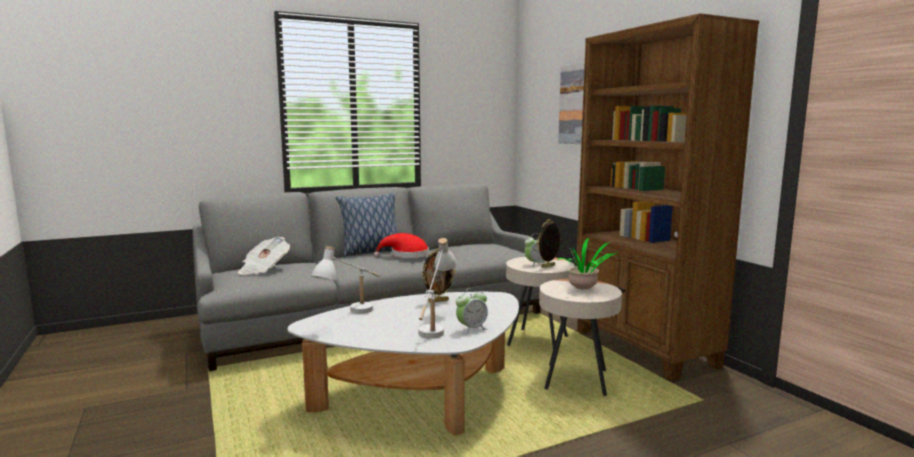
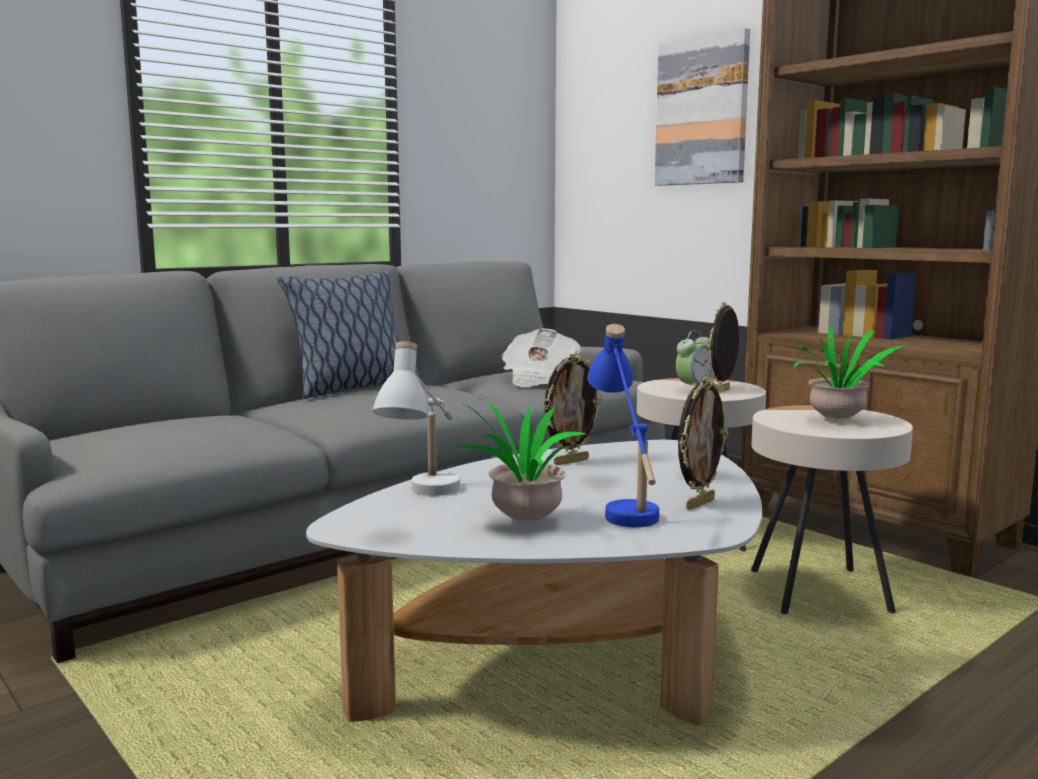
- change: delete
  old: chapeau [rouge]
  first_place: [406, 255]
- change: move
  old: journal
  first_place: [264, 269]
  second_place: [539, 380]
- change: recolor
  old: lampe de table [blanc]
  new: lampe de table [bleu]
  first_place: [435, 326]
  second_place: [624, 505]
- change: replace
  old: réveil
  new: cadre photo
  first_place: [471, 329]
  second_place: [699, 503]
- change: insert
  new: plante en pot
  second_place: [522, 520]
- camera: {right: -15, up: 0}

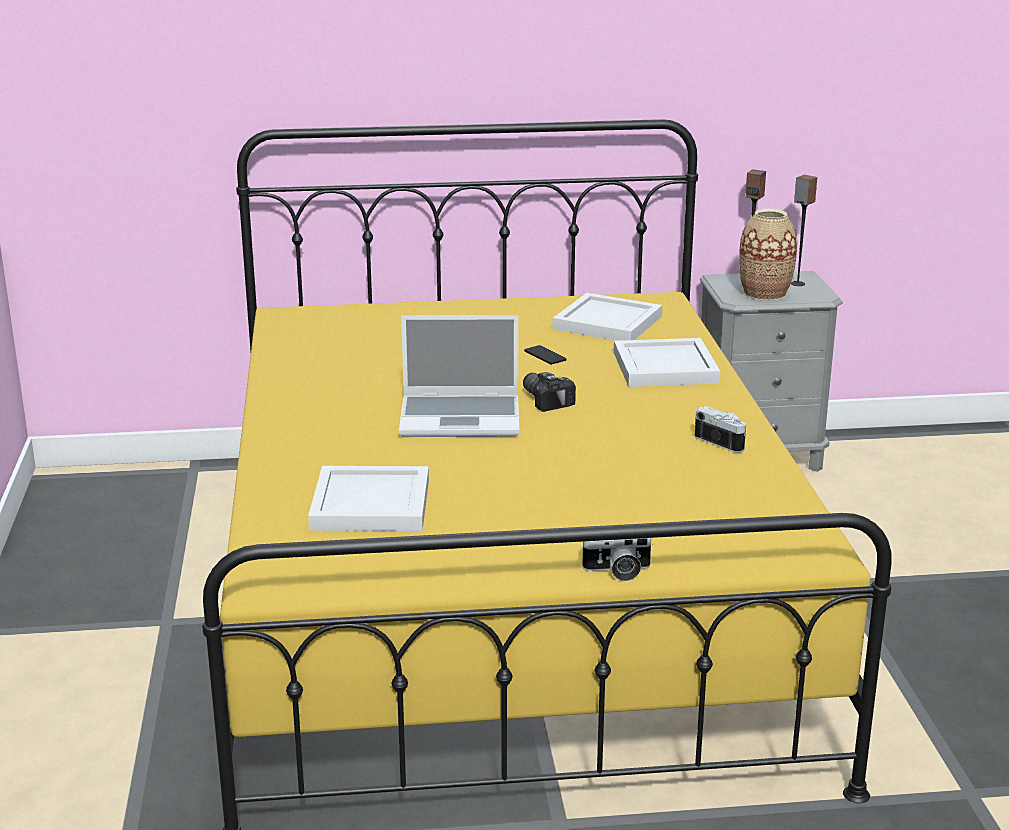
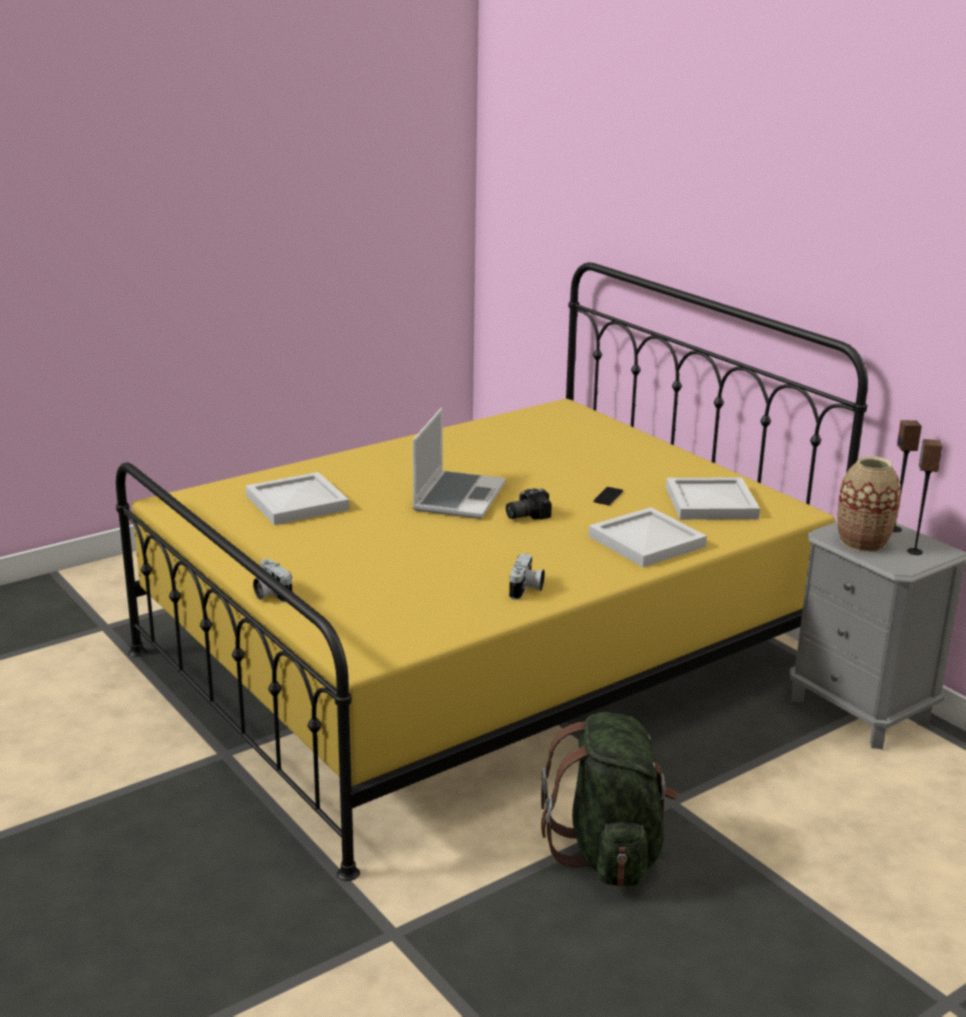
- change: rotate
  old: ordinateur portable
  first_place: [462, 418]
  second_place: [458, 496]
  degrees: -135
- change: rotate
  old: appareil photo
  first_place: [547, 400]
  second_place: [525, 515]
  degrees: -150
- change: insert
  new: sac à dos [vert]
  second_place: [609, 852]
- camera: {right: 60, up: 0}

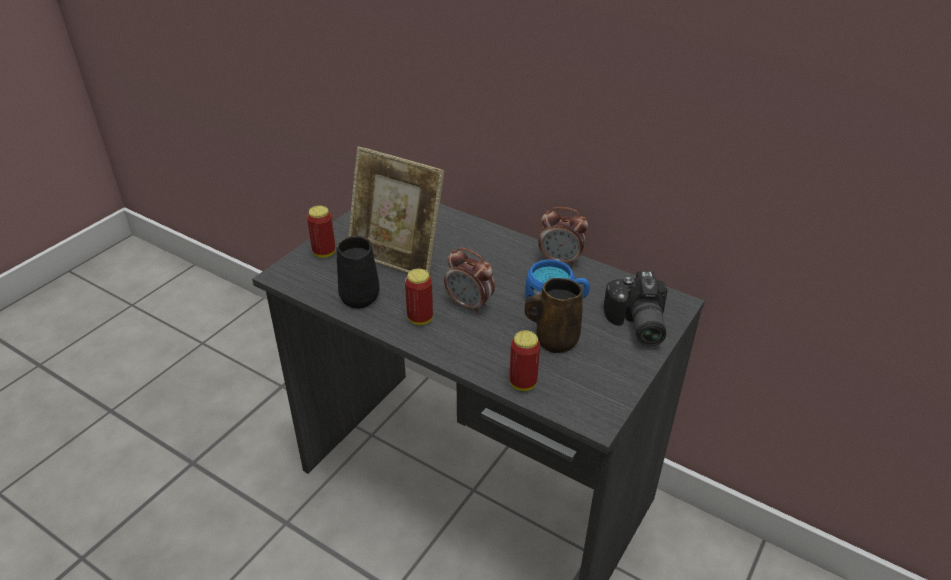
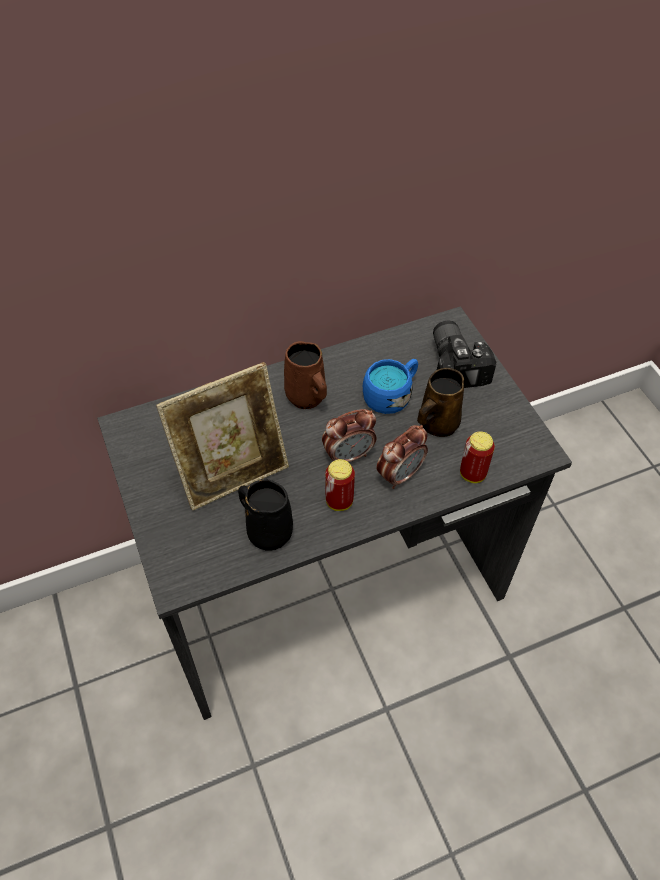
- change: delete
  old: boîte métallique
  first_place: [324, 253]
- change: move
  old: réveil
  first_place: [560, 260]
  second_place: [400, 475]
- change: rotate
  old: appareil photo
  first_place: [635, 325]
  second_place: [458, 364]
  degrees: -135
- change: insert
  new: mug [marron]
  second_place: [307, 397]
- camera: {right: -55, up: 15}

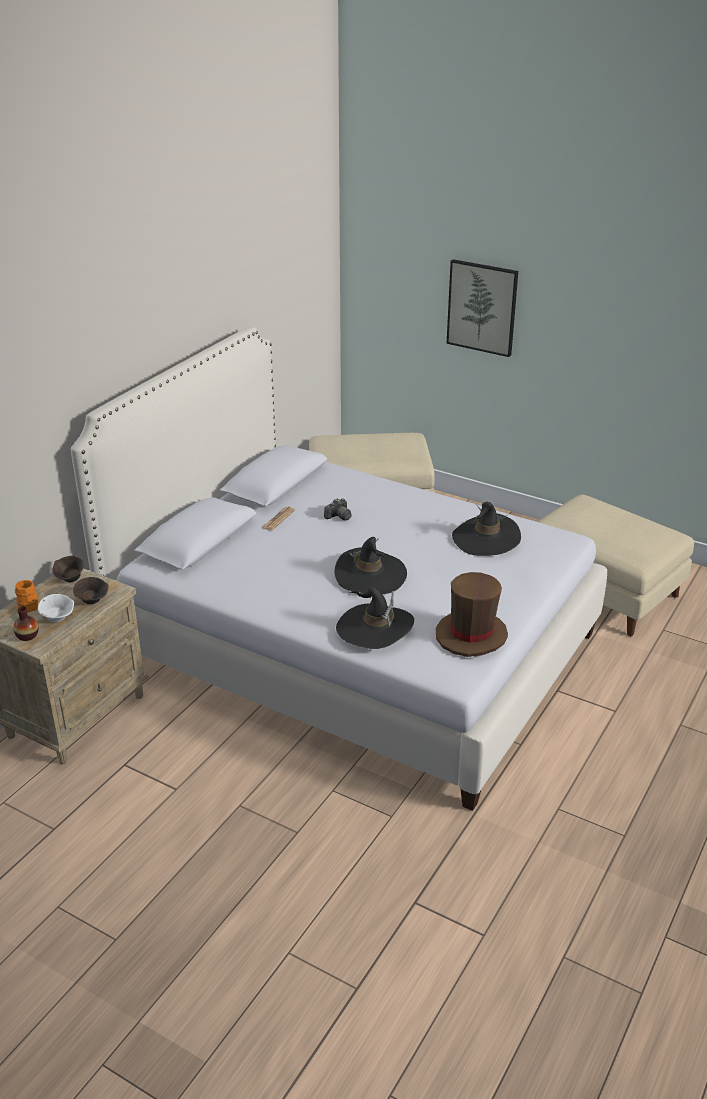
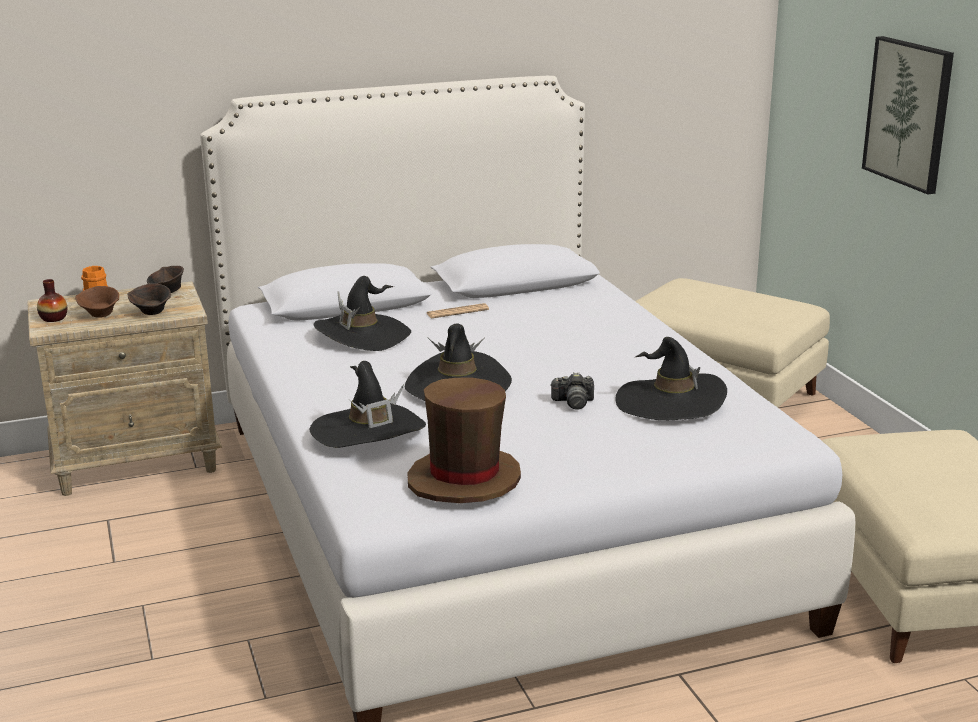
- change: move
  old: appareil photo
  first_place: [338, 516]
  second_place: [573, 402]
- change: recolor
  old: bol [blanc]
  new: bol [marron]
  first_place: [58, 618]
  second_place: [101, 315]
- change: insert
  new: chapeau [noir]
  second_place: [363, 335]
- camera: {right: 40, up: -10}

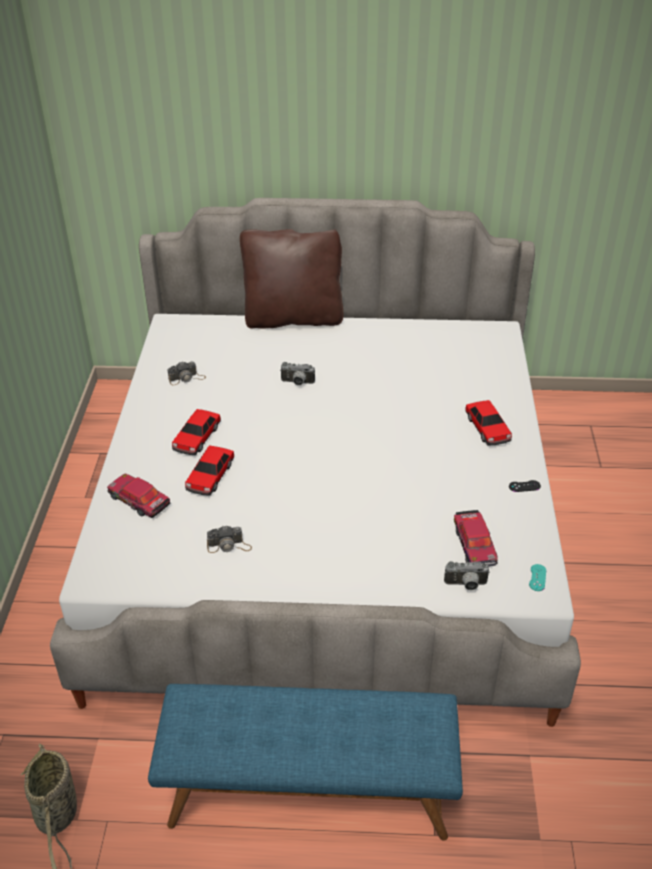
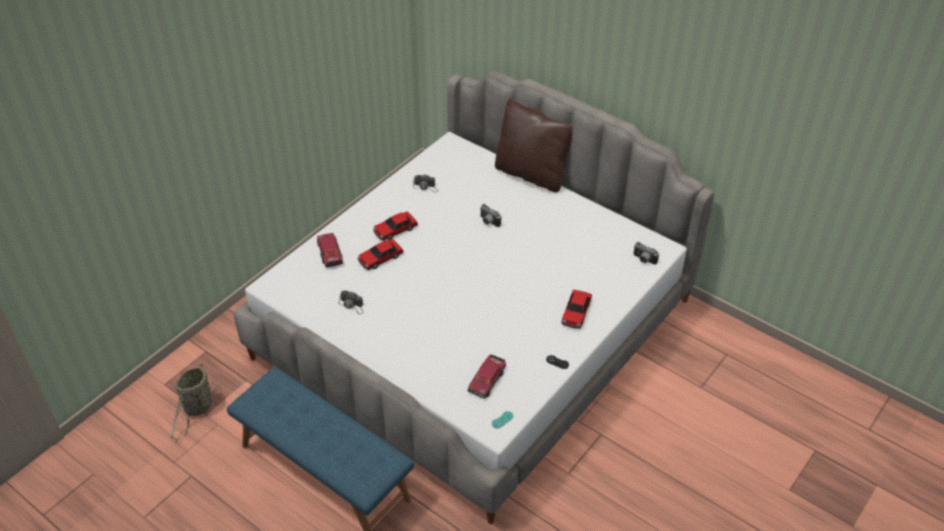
- change: move
  old: appareil photo
  first_place: [466, 585]
  second_place: [643, 260]
- camera: {right: 35, up: 5}

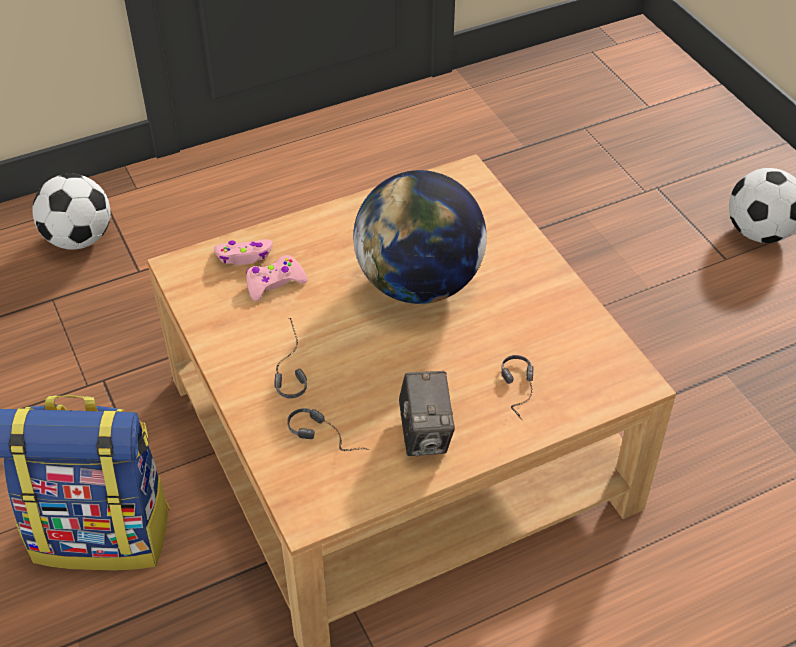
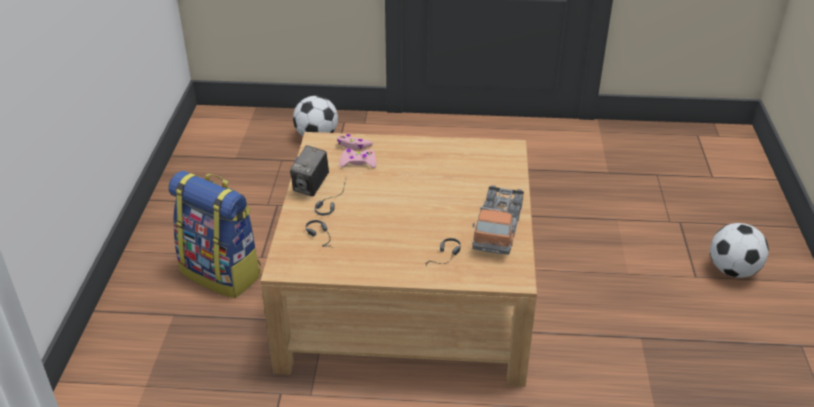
- change: delete
  old: globe
  first_place: [419, 283]
- change: move
  old: appareil photo
  first_place: [425, 435]
  second_place: [311, 187]
- change: insert
  new: camion jouet
  second_place: [498, 227]
- camera: {right: 30, up: -10}

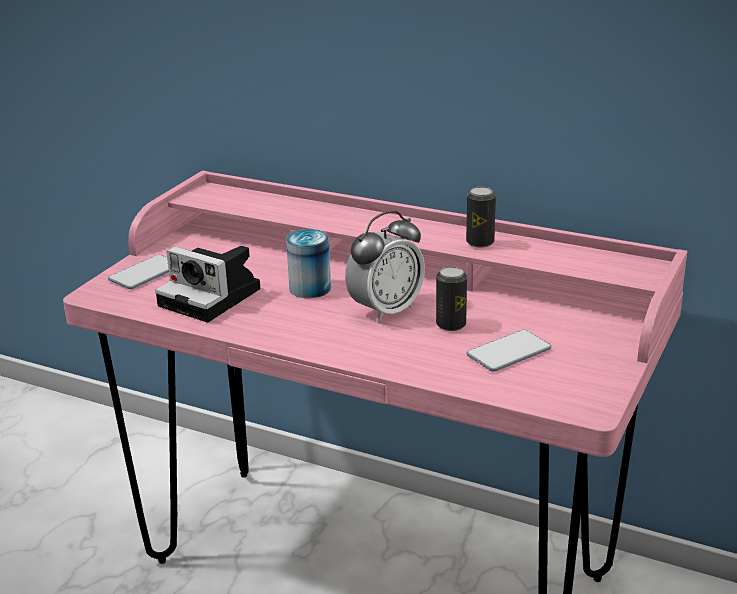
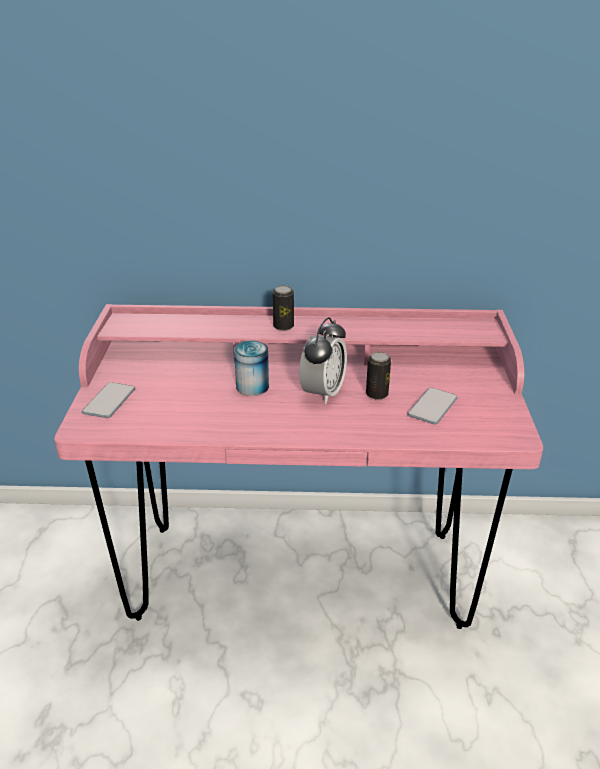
- change: move
  old: boîte métallique
  first_place: [480, 242]
  second_place: [283, 326]
- change: delete
  old: appareil photo
  first_place: [213, 298]
- camera: {right: -25, up: 5}

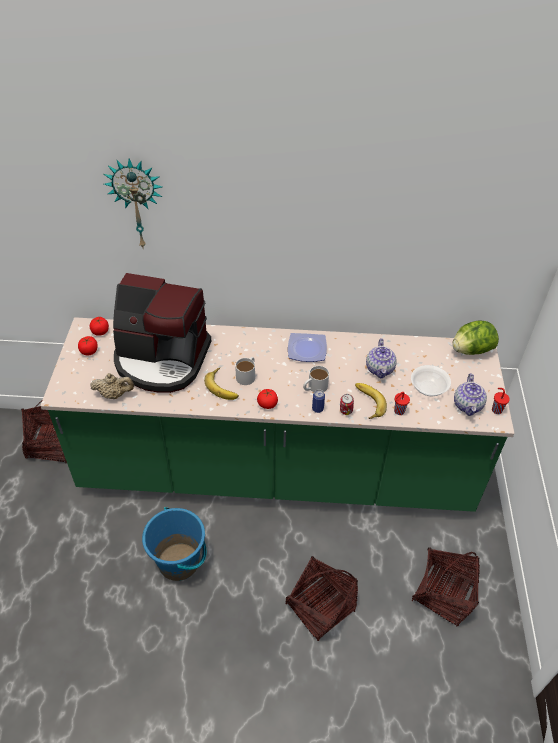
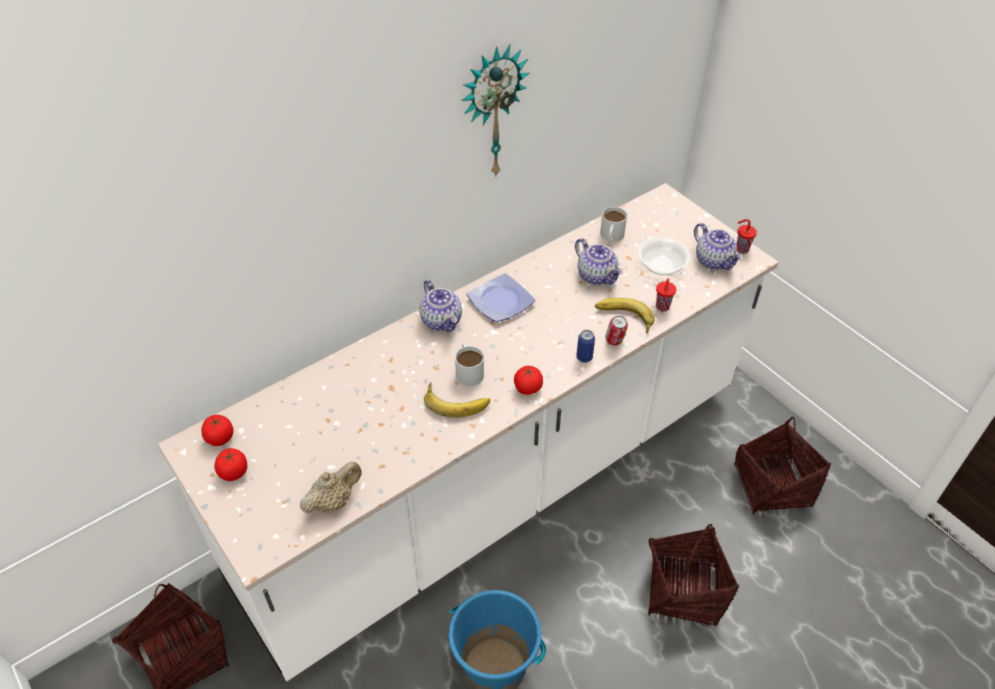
- change: move
  old: horloge murale
  first_place: [137, 203]
  second_place: [492, 113]
- change: delete
  old: machine à café
  first_place: [162, 360]
- change: recolor
  old: comptoir de cuisine [vert]
  new: comptoir de cuisine [blanc]
  first_place: [276, 470]
  second_place: [496, 483]
- change: delete
  old: laitue
  first_place: [471, 350]
- change: move
  old: mug [blanc]
  first_place: [314, 387]
  second_place: [611, 236]
- change: insert
  new: théière
  second_place: [442, 321]
- camera: {right: -40, up: 0}

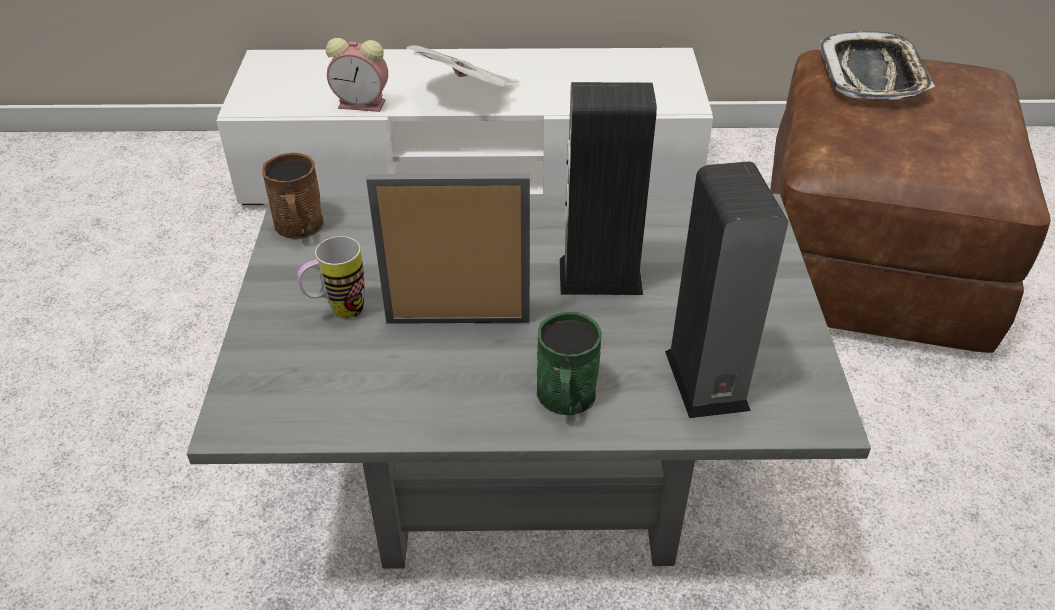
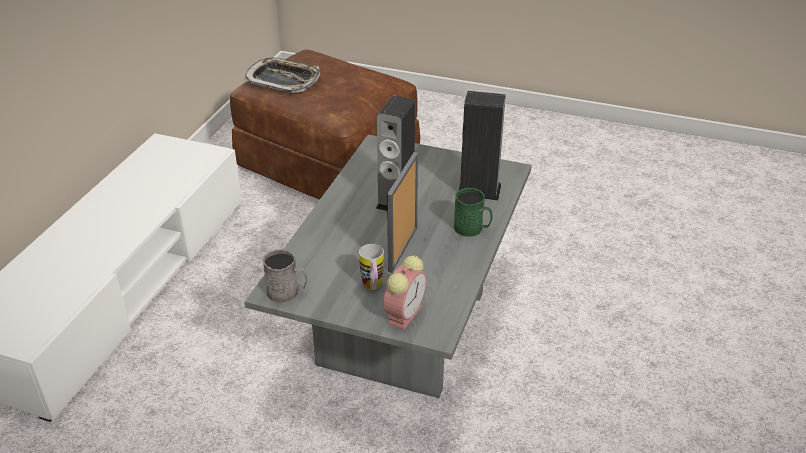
- change: move
  old: réveil
  first_place: [364, 104]
  second_place: [405, 313]
- change: delete
  old: journal
  first_place: [467, 93]
- change: recolor
  old: mug [marron]
  new: mug [gris]
  first_place: [300, 228]
  second_place: [287, 292]
- camera: {right: -70, up: -5}

